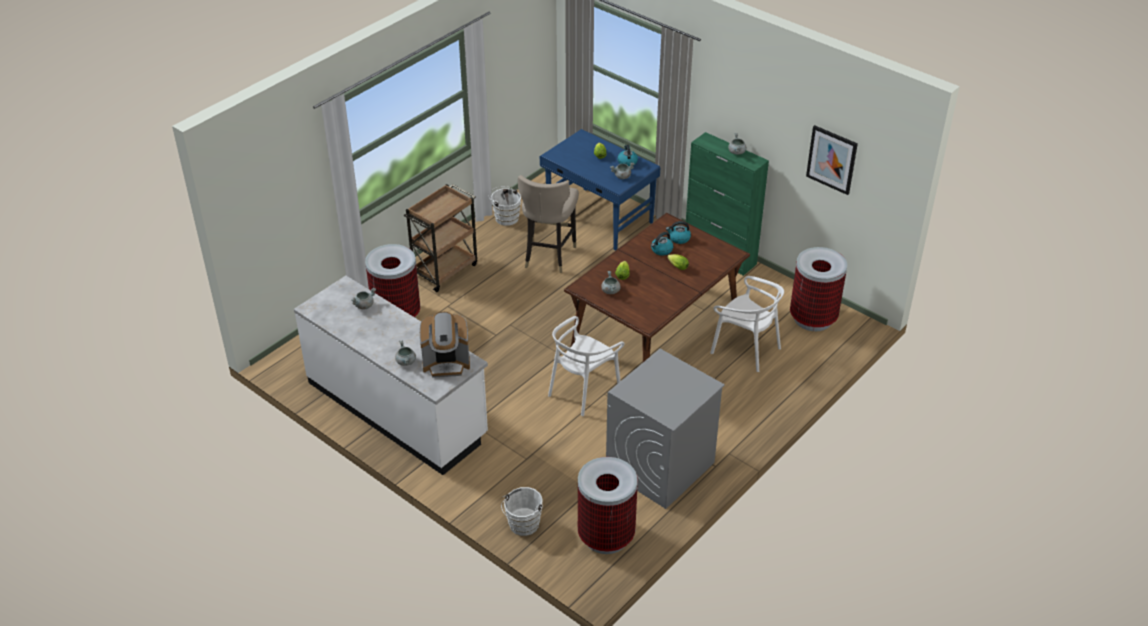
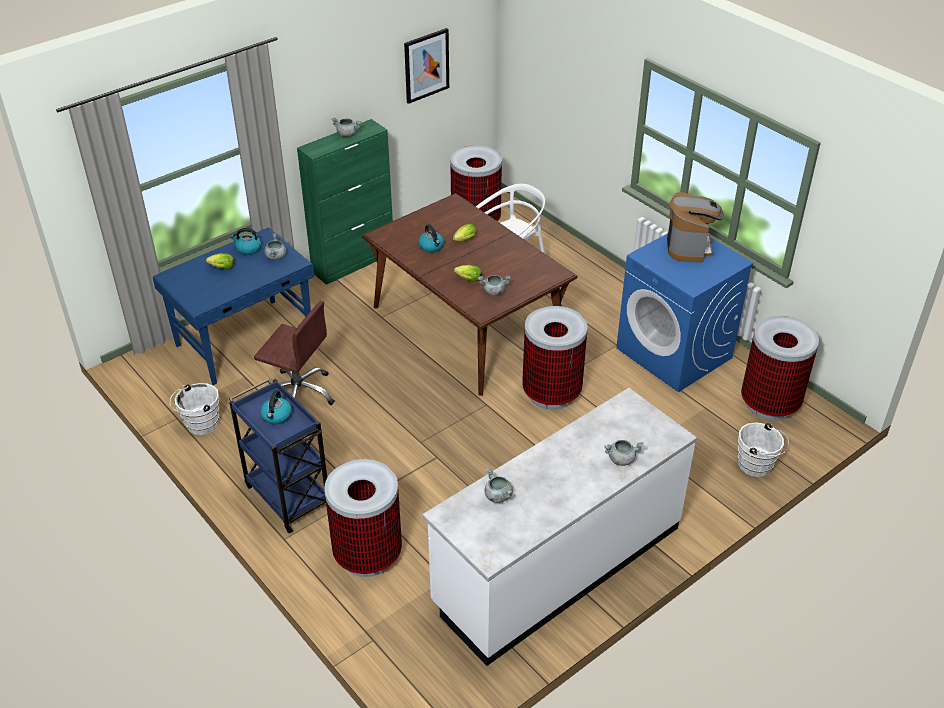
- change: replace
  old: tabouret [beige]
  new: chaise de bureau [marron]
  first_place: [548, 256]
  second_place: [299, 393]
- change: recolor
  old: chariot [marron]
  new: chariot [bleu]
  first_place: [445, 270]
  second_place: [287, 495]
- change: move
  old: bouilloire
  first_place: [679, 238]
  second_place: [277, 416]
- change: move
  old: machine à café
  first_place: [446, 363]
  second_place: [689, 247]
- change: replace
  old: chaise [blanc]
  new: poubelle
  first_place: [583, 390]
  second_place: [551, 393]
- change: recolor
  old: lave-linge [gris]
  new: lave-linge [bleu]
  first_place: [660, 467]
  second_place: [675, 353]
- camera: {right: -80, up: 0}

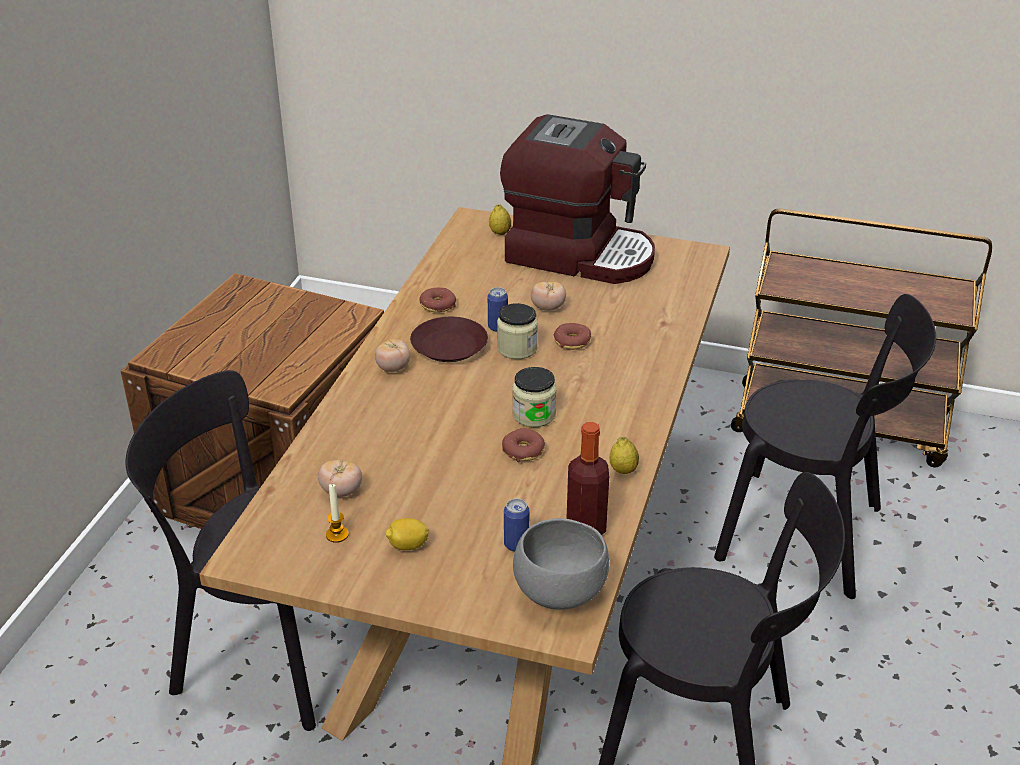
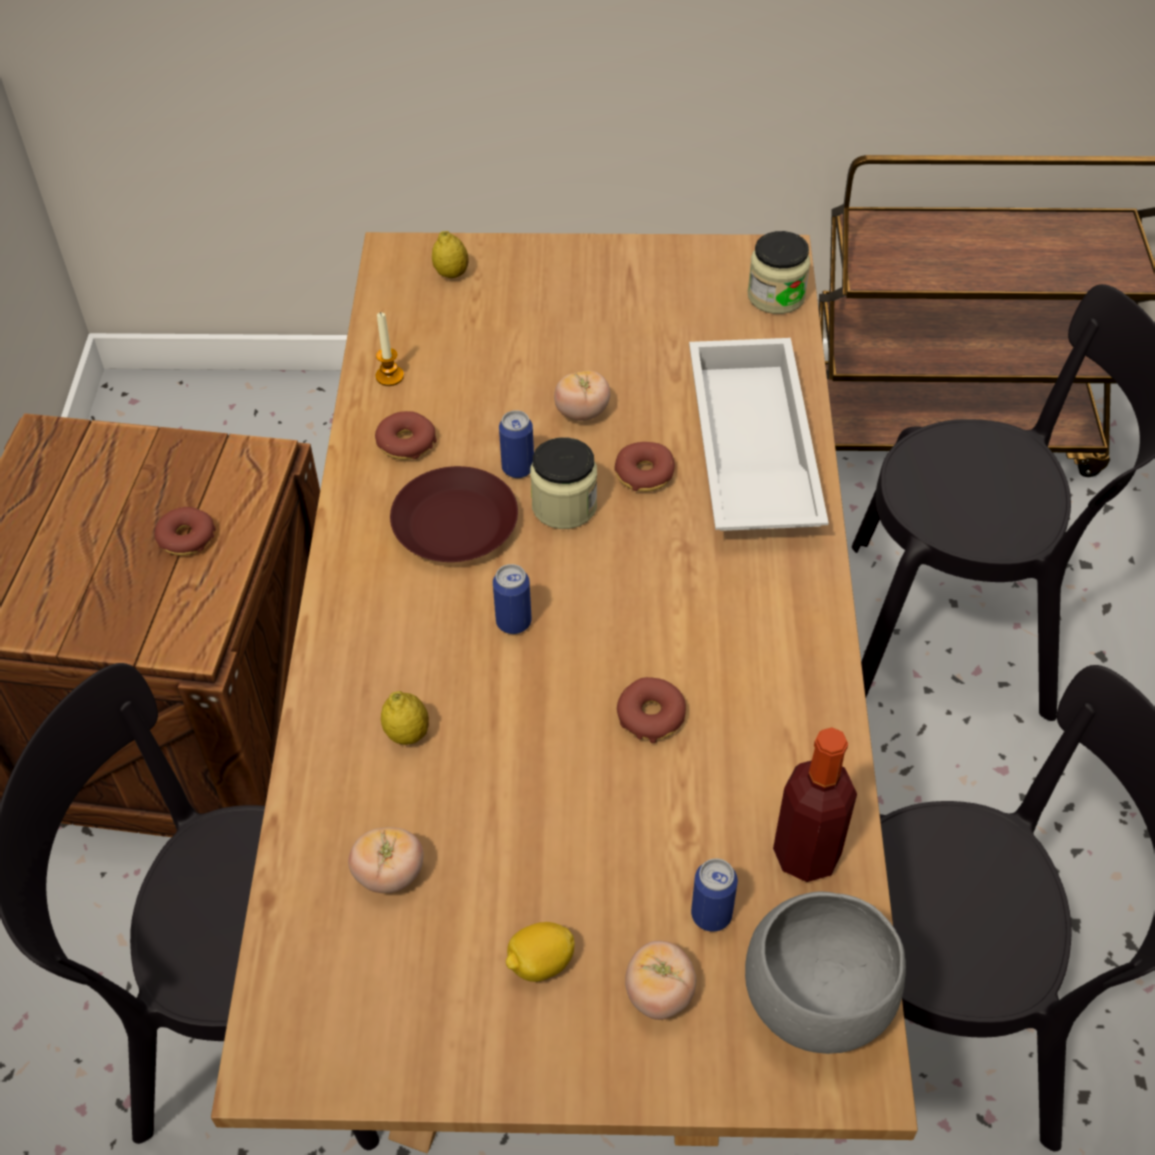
- change: delete
  old: machine à café
  first_place: [579, 254]
- change: move
  old: tomate
  first_place: [393, 368]
  second_place: [659, 993]
- change: move
  old: bocal
  first_place: [534, 415]
  second_place: [776, 296]
- change: move
  old: citron
  first_place: [623, 470]
  second_place: [407, 734]
- change: move
  old: bougie
  first_place: [337, 535]
  second_place: [389, 376]
- change: insert
  new: plateau [blanc]
  second_place: [747, 450]
- change: insert
  new: beignet
  second_place: [186, 538]
- change: insert
  new: boîte métallique
  second_place: [513, 622]
- camera: {right: -15, up: 15}

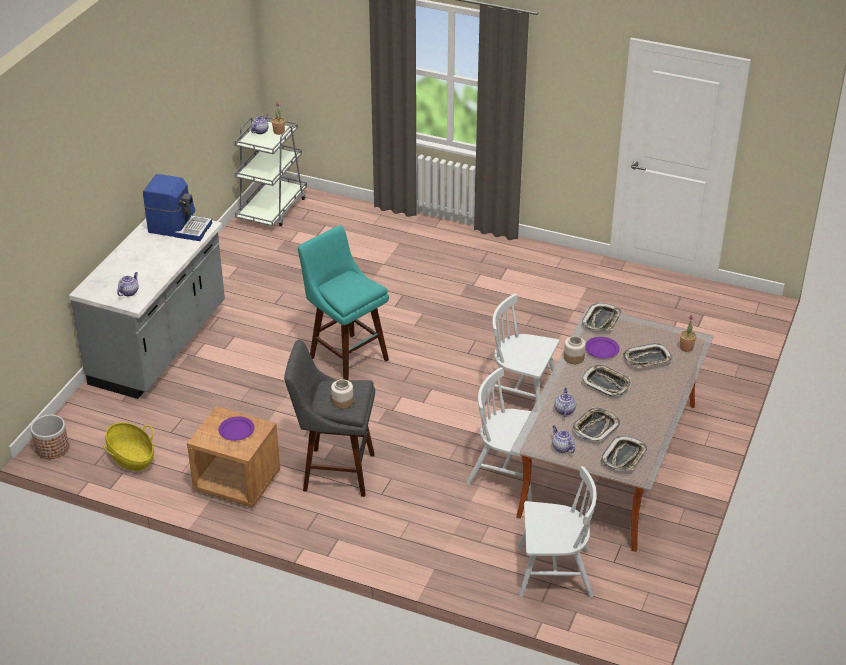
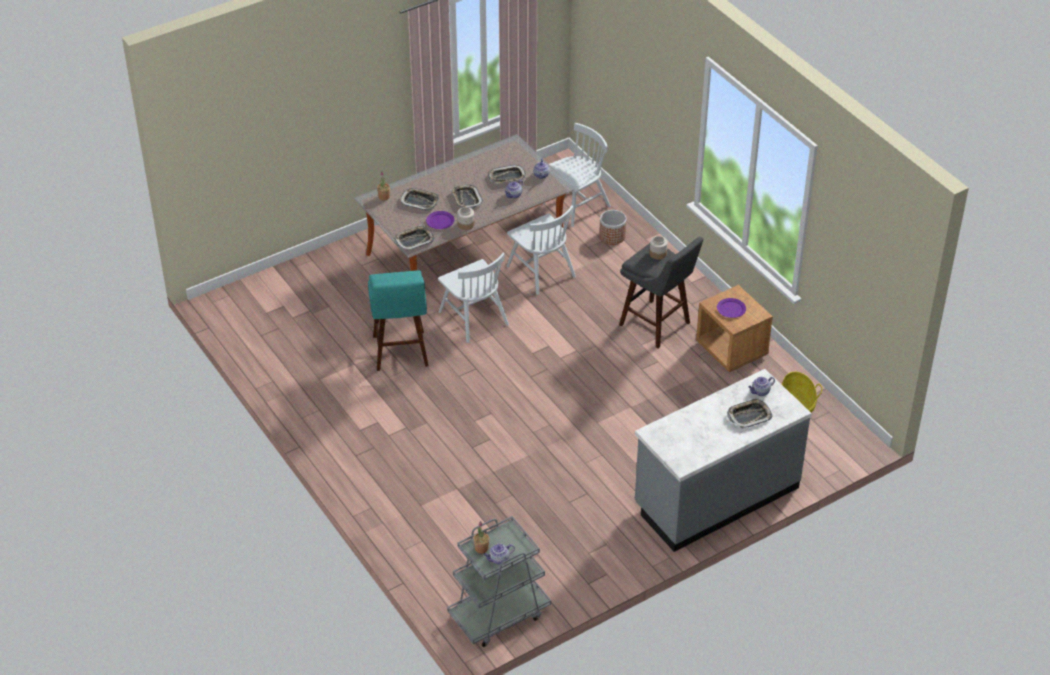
- change: delete
  old: machine à café
  first_place: [179, 227]
- change: move
  old: tabouret [turquoise]
  first_place: [346, 357]
  second_place: [400, 353]
- change: move
  old: cache-pot
  first_place: [52, 448]
  second_place: [612, 236]
- change: move
  old: plateau
  first_place: [624, 457]
  second_place: [749, 416]
- change: rotate
  old: chaise [blanc]
  first_place: [553, 572]
  second_place: [576, 205]
  degrees: 105
- camera: {right: -145, up: 5}

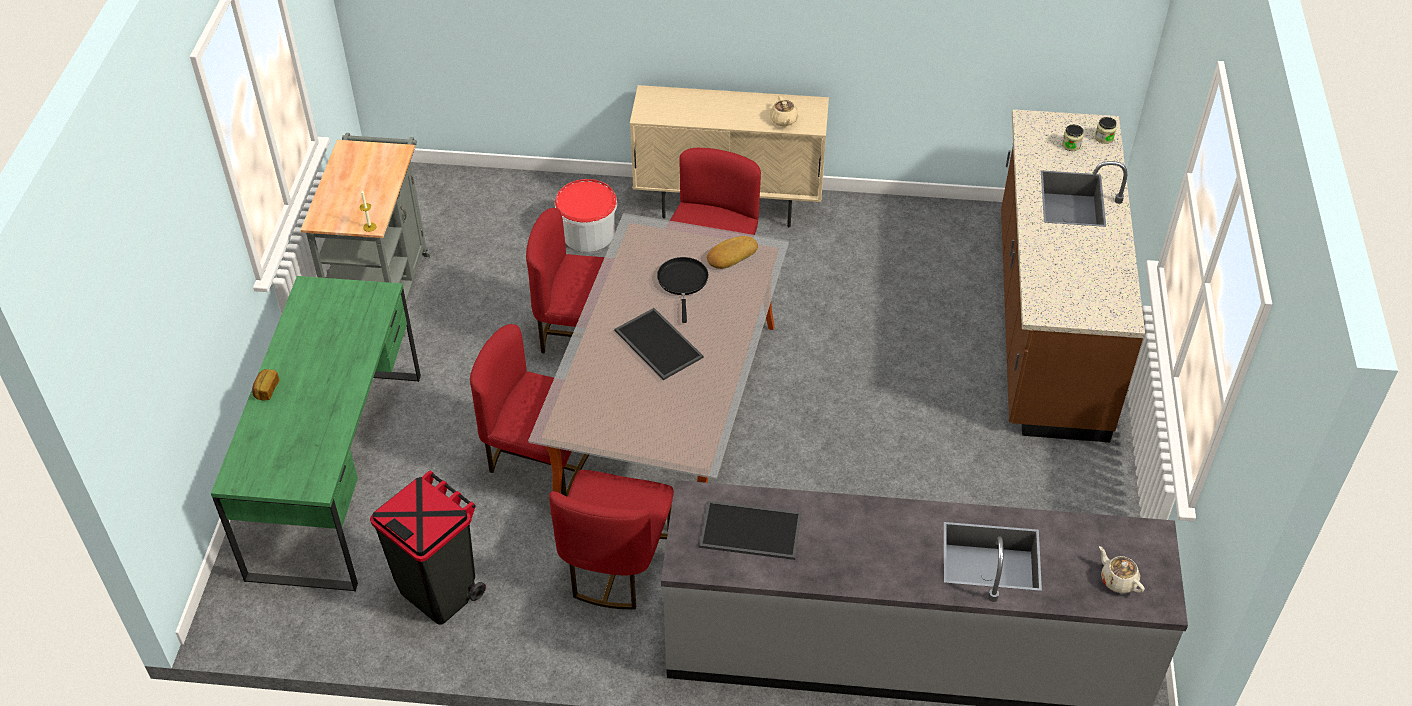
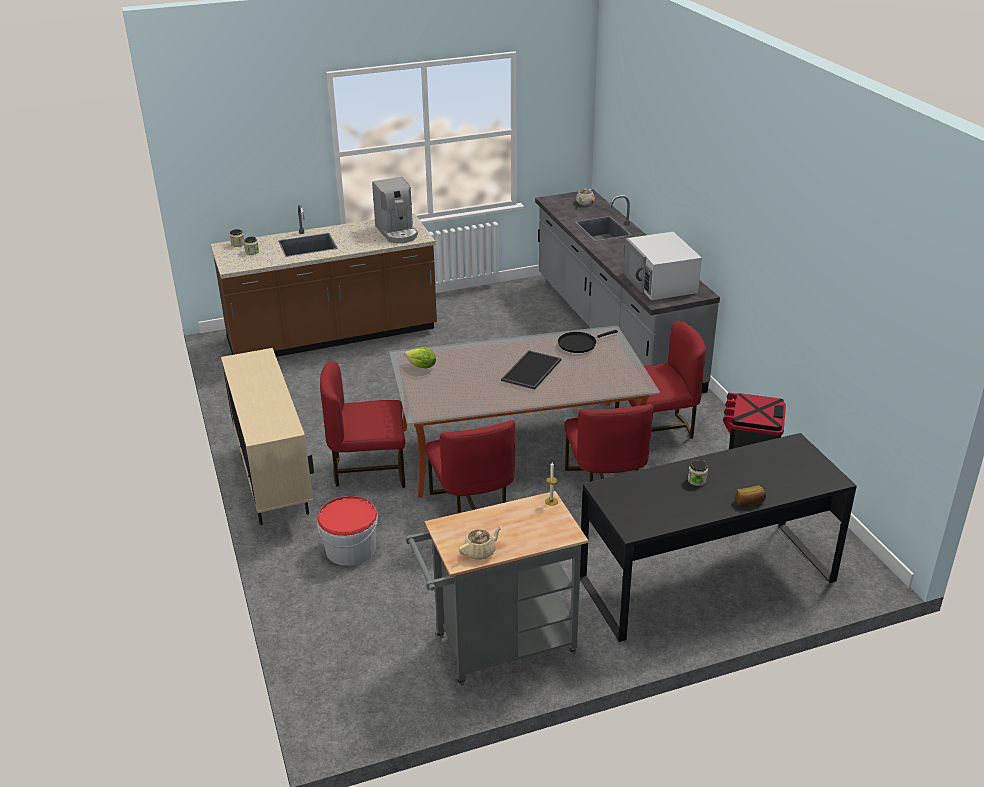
- change: move
  old: théière [beige]
  first_place: [783, 120]
  second_place: [480, 552]
- change: replace
  old: pain
  new: laitue
  first_place: [731, 255]
  second_place: [421, 367]
- change: move
  old: poêle [noir]
  first_place: [683, 282]
  second_place: [579, 344]
- change: recolor
  old: bureau [vert]
  new: bureau [noir]
  first_place: [338, 473]
  second_place: [706, 579]
- change: replace
  old: plateau
  new: micro-ondes [blanc]
  first_place: [749, 532]
  second_place: [660, 282]
- change: insert
  new: machine à café
  second_place: [397, 232]
- change: insert
  new: bocal
  second_place: [697, 480]
- camera: {right: -115, up: -15}

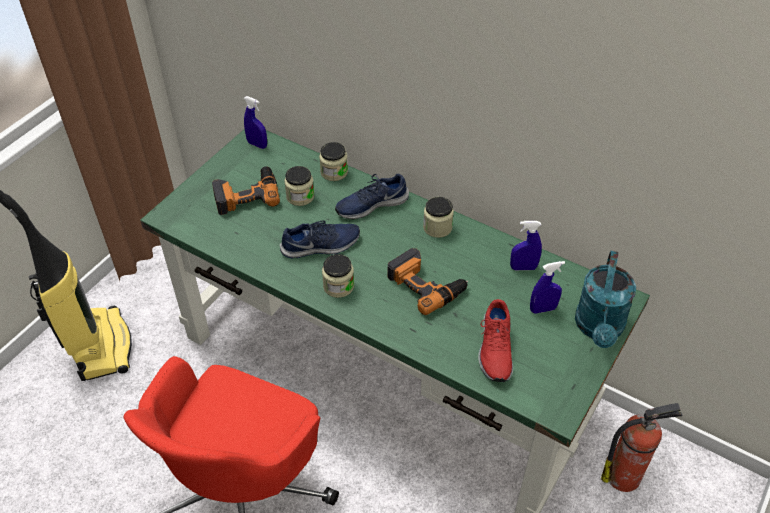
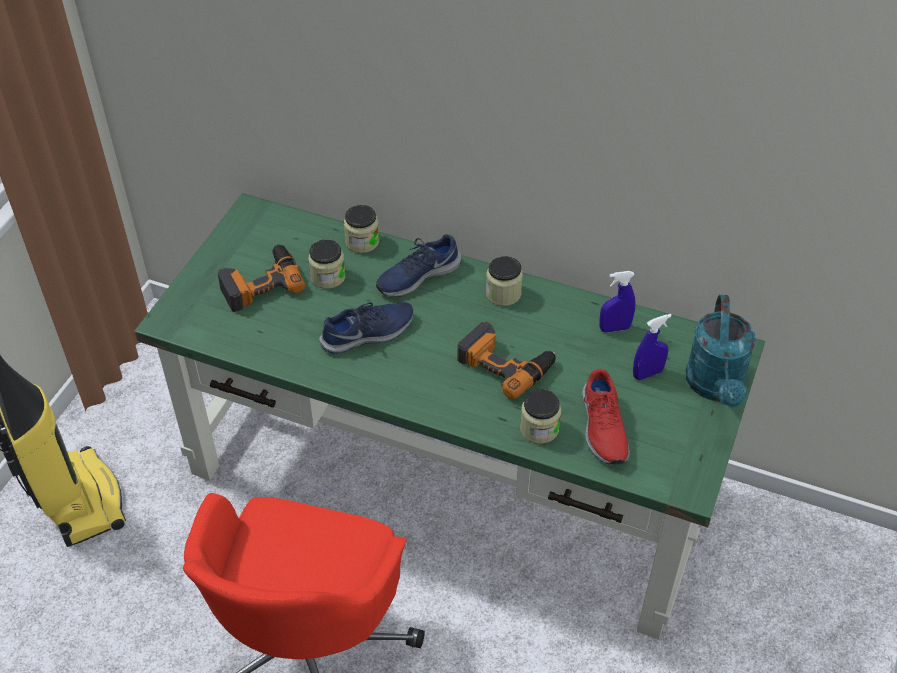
- change: delete
  old: vaporisateur [bleu]
  first_place: [257, 144]
- change: move
  old: bocal
  first_place: [338, 286]
  second_place: [539, 428]
- change: delete
  old: extincteur
  first_place: [625, 476]
- camera: {right: -10, up: 0}

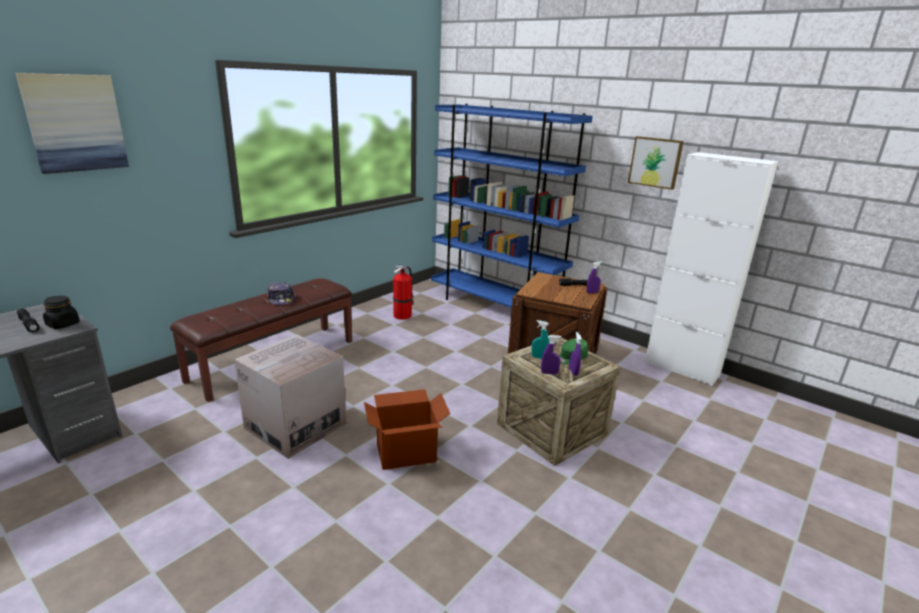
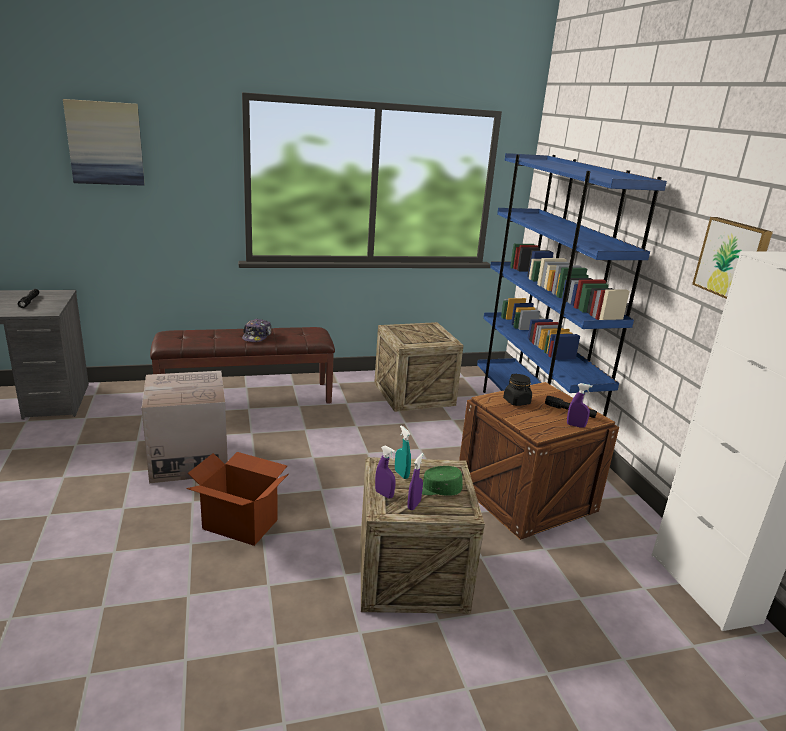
- change: replace
  old: extincteur
  new: caisse
  first_place: [403, 315]
  second_place: [414, 394]
- change: move
  old: bocal [noir]
  first_place: [63, 324]
  second_place: [516, 401]
- camera: {right: 35, up: 0}

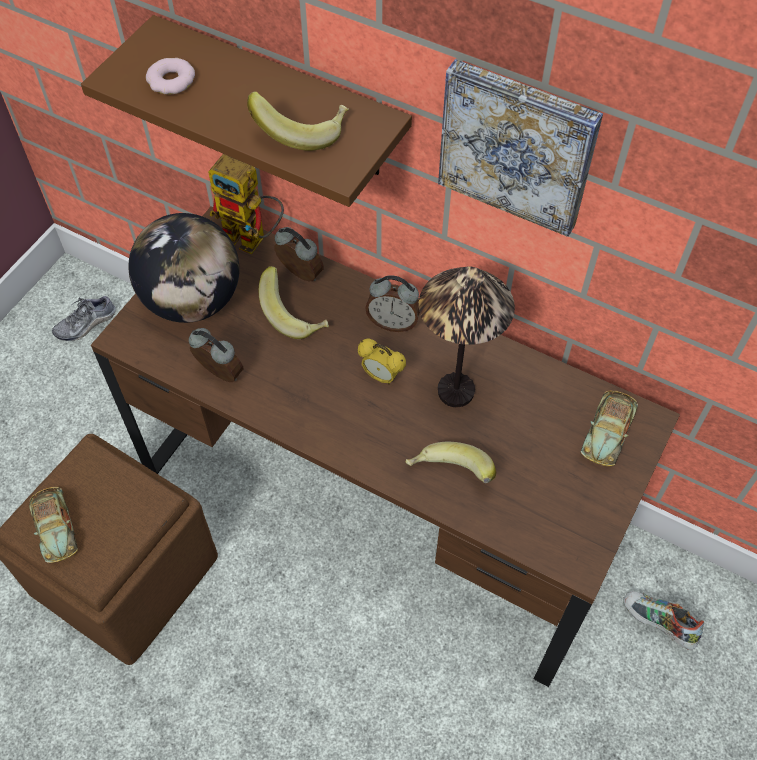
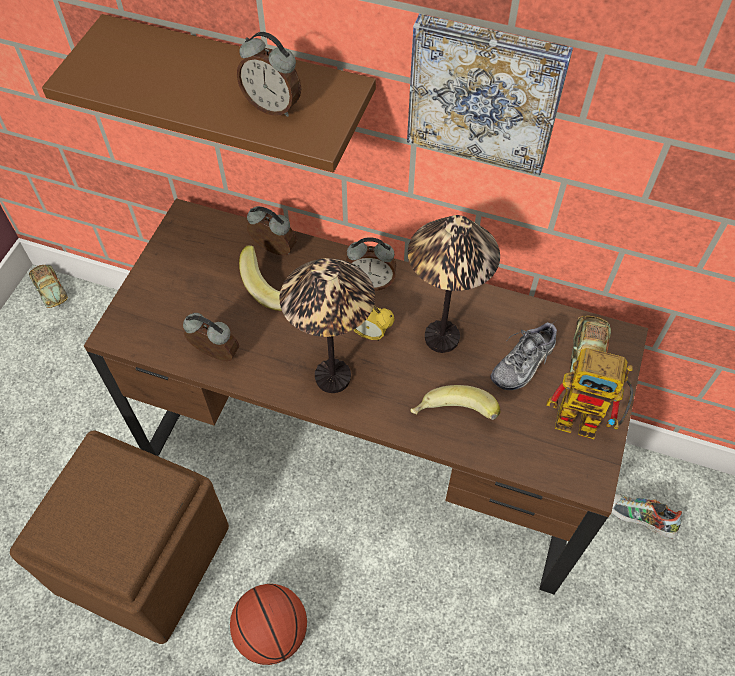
- change: delete
  old: beignet
  first_place: [171, 81]
- change: replace
  old: banane
  new: réveil
  first_place: [302, 132]
  second_place: [273, 106]
- change: move
  old: robot jouet
  first_place: [253, 239]
  second_place: [587, 420]
- change: delete
  old: globe
  first_place: [193, 301]
- change: move
  old: chaussure
  first_place: [86, 324]
  second_place: [523, 363]
- change: move
  old: petite voiture
  first_place: [55, 526]
  second_place: [49, 288]
- change: insert
  new: lampe de table
  second_place: [332, 378]
- change: insert
  new: ballon de basket
  second_place: [272, 632]
- camera: {right: -10, up: 0}

